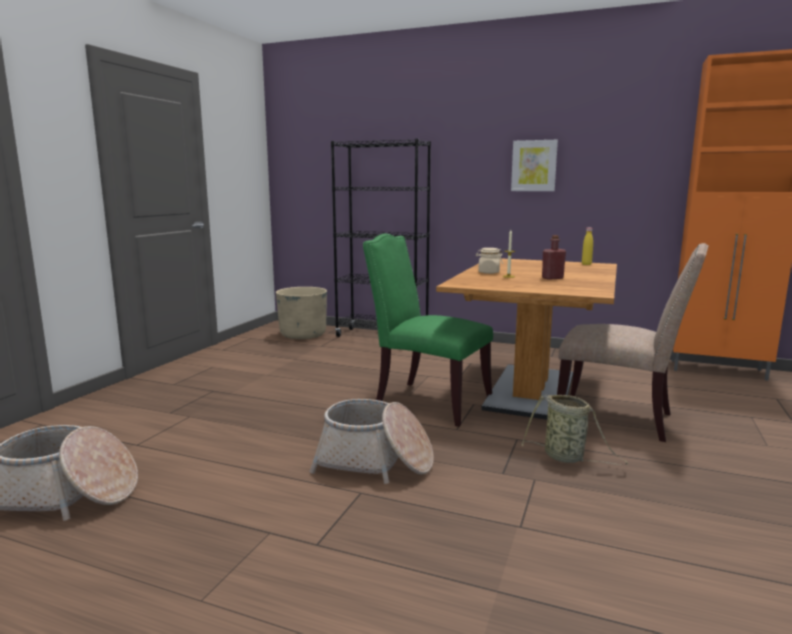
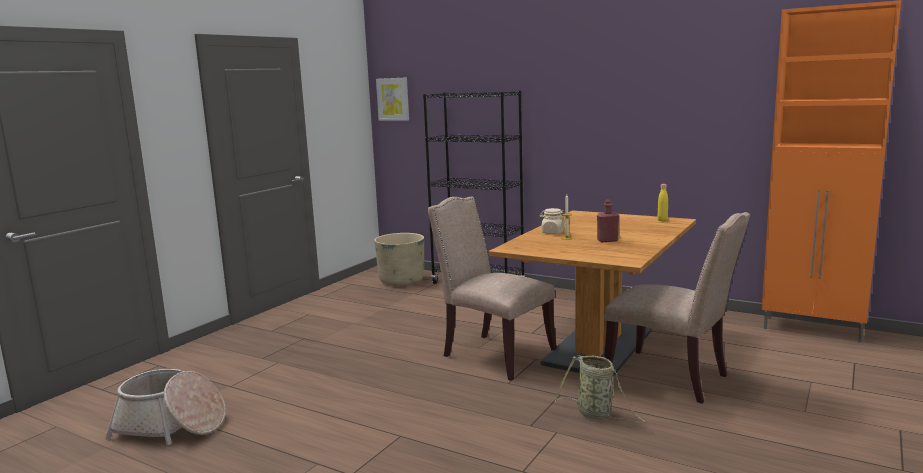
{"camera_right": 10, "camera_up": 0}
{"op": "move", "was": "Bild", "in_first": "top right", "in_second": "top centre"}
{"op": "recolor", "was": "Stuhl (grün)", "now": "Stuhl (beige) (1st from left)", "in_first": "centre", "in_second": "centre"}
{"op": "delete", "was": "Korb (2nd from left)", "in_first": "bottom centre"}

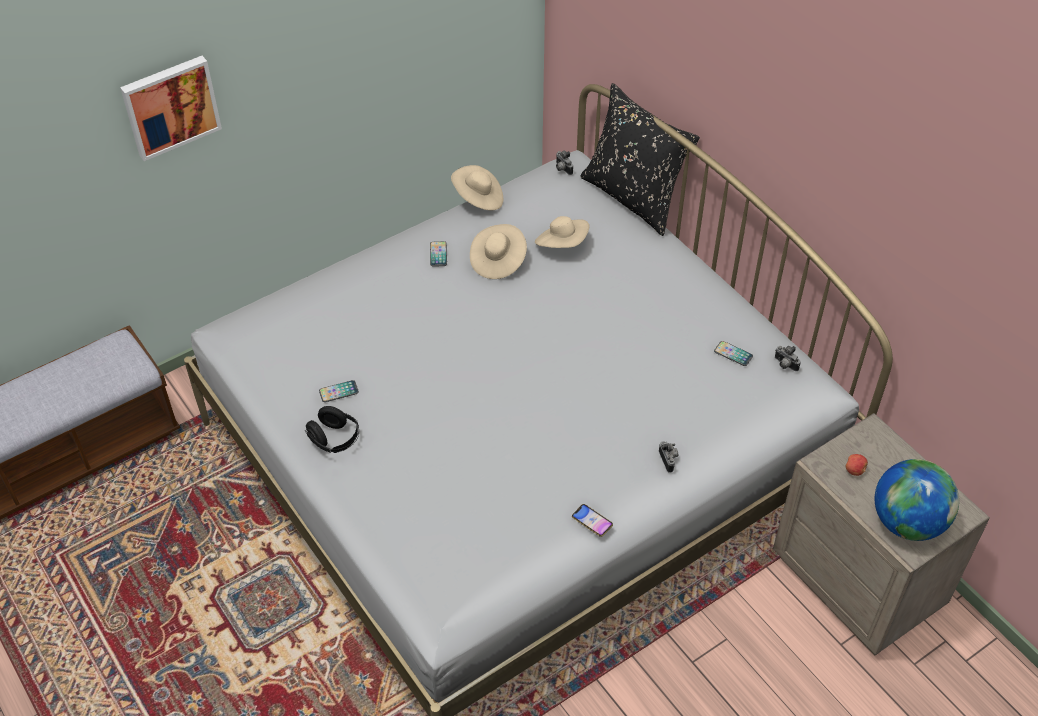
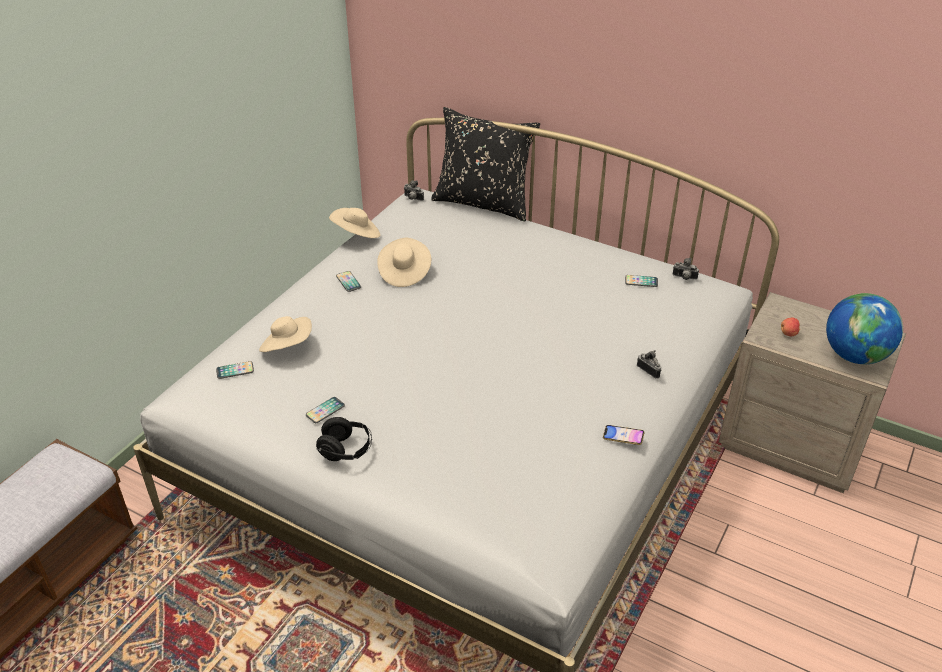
{"camera_right": -25, "camera_up": -10}
{"op": "insert", "now": "Handy (1st from left)", "in_second": "middle left"}
{"op": "move", "was": "Hut (beige) (3rd from left in the first image)", "now": "Hut (beige) (1st from left)", "in_first": "top centre", "in_second": "middle left"}
{"op": "delete", "was": "Bild", "in_first": "top left"}

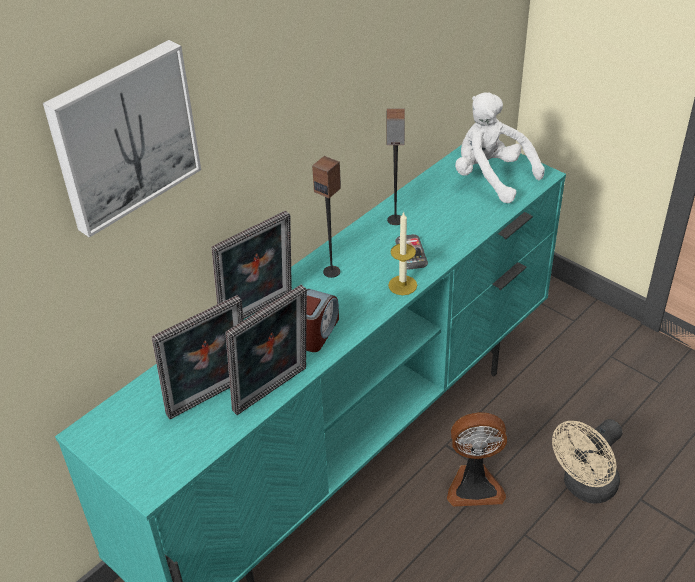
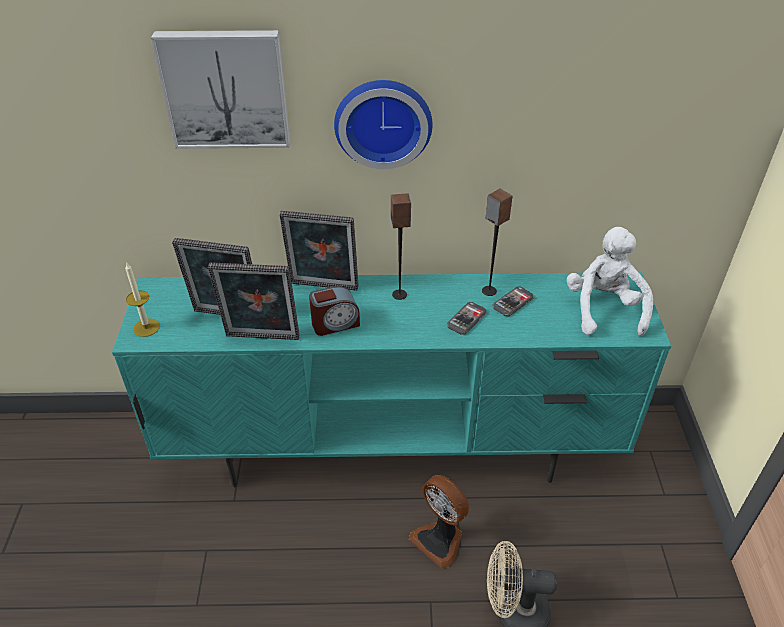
{"camera_right": 45, "camera_up": 0}
{"op": "move", "was": "Kerze", "in_first": "centre", "in_second": "middle left"}
{"op": "insert", "now": "Wanduhr", "in_second": "top centre"}
{"op": "insert", "now": "Handy (2nd from left)", "in_second": "centre"}

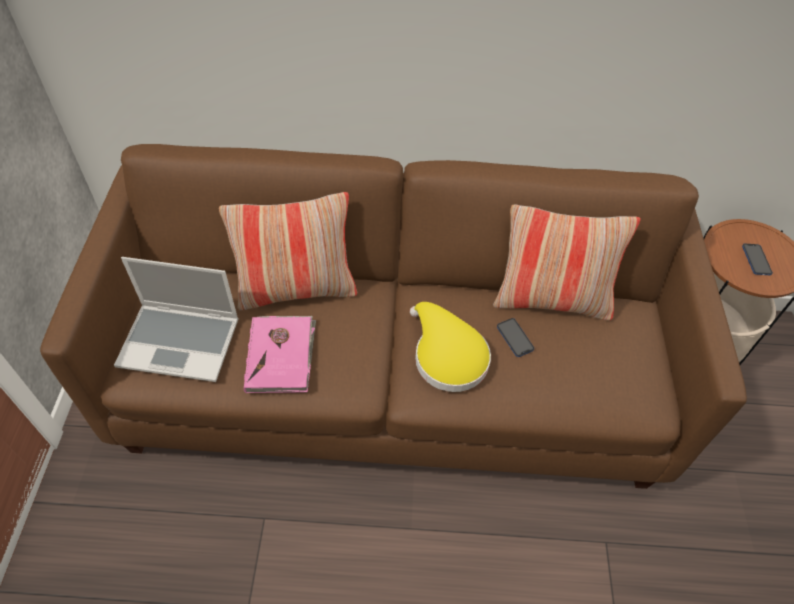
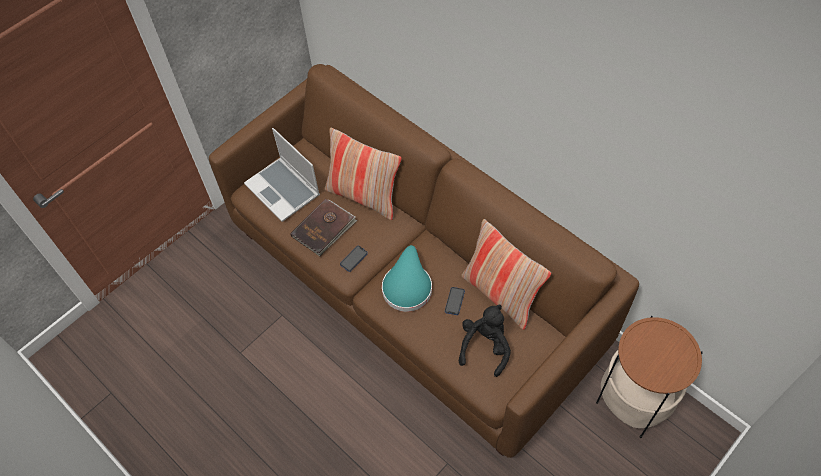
{"camera_right": 45, "camera_up": 5}
{"op": "recolor", "was": "Buch (rosa)", "now": "Buch (braun)", "in_first": "centre", "in_second": "centre"}
{"op": "move", "was": "Handy (2nd from left in the first image)", "now": "Handy (1st from left)", "in_first": "middle right", "in_second": "centre"}
{"op": "recolor", "was": "Hut (gelb)", "now": "Hut (türkis)", "in_first": "centre", "in_second": "centre"}
{"op": "insert", "now": "Plüschtier (schwarz)", "in_second": "bottom centre"}

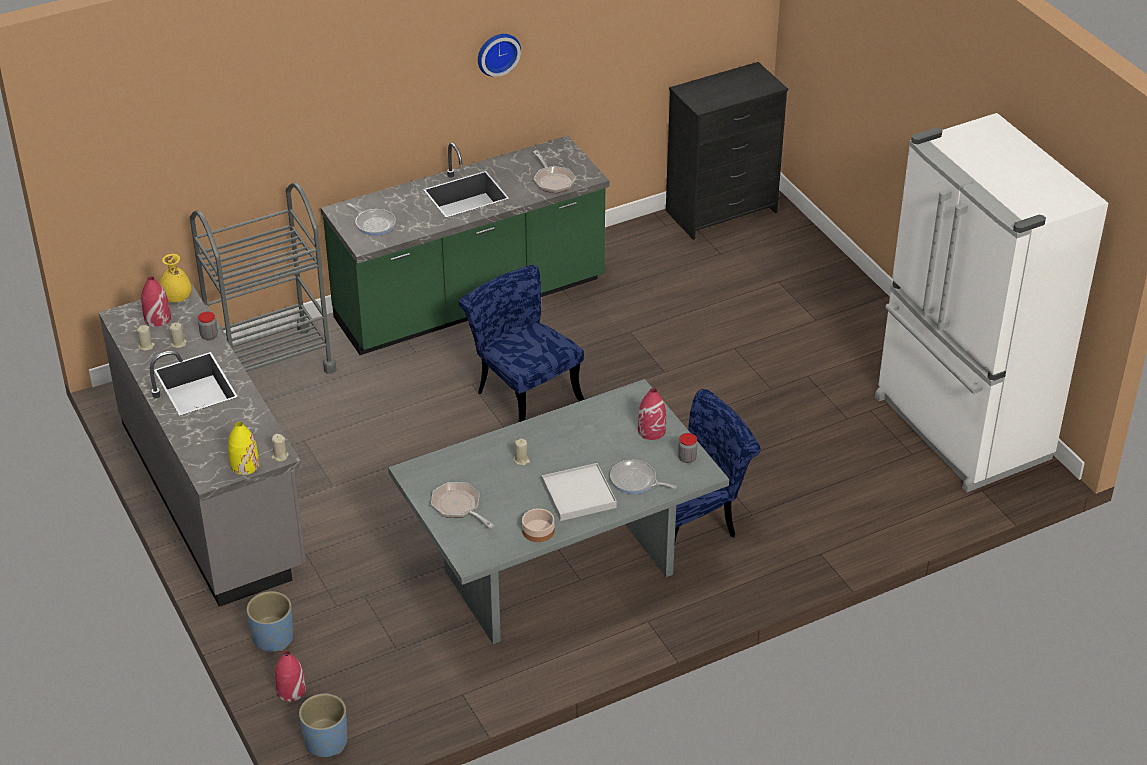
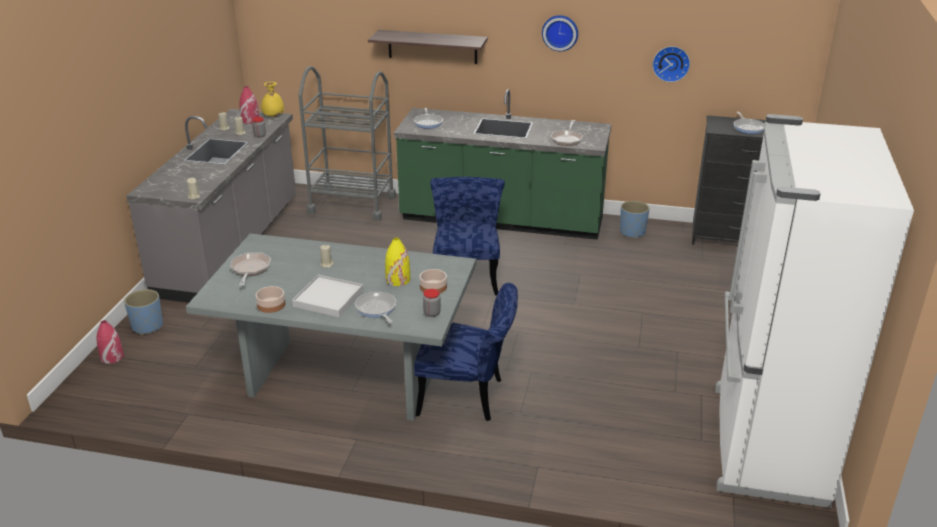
{"camera_right": 40, "camera_up": -10}
{"op": "insert", "now": "Wandregal", "in_second": "top centre"}
{"op": "move", "was": "Vase (gelb) (2nd from left)", "in_first": "middle left", "in_second": "centre"}
{"op": "replace", "was": "Vase (rot) (3rd from left)", "now": "Schüssel (2nd from left)", "in_first": "centre", "in_second": "centre"}
{"op": "move", "was": "Pflanzkübel (blau) (2nd from left)", "in_first": "bottom left", "in_second": "middle right"}
{"op": "insert", "now": "Wanduhr (2nd from left)", "in_second": "top right"}
{"op": "insert", "now": "Pfanne (5th from left)", "in_second": "top right"}

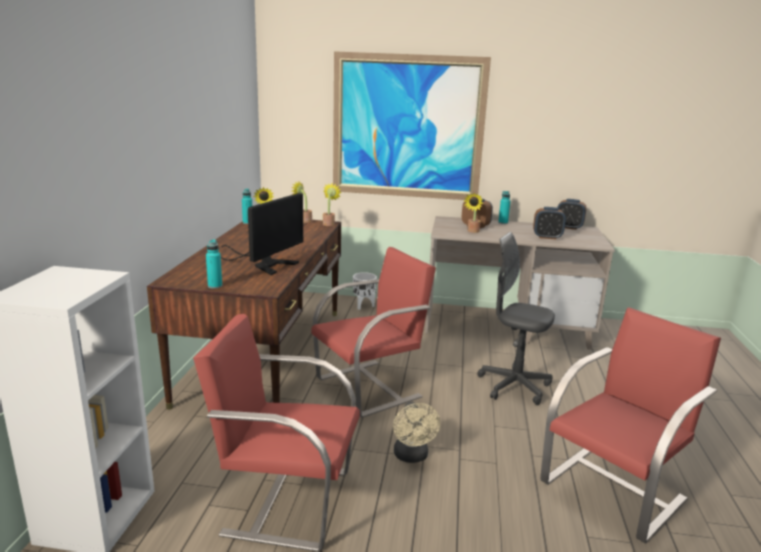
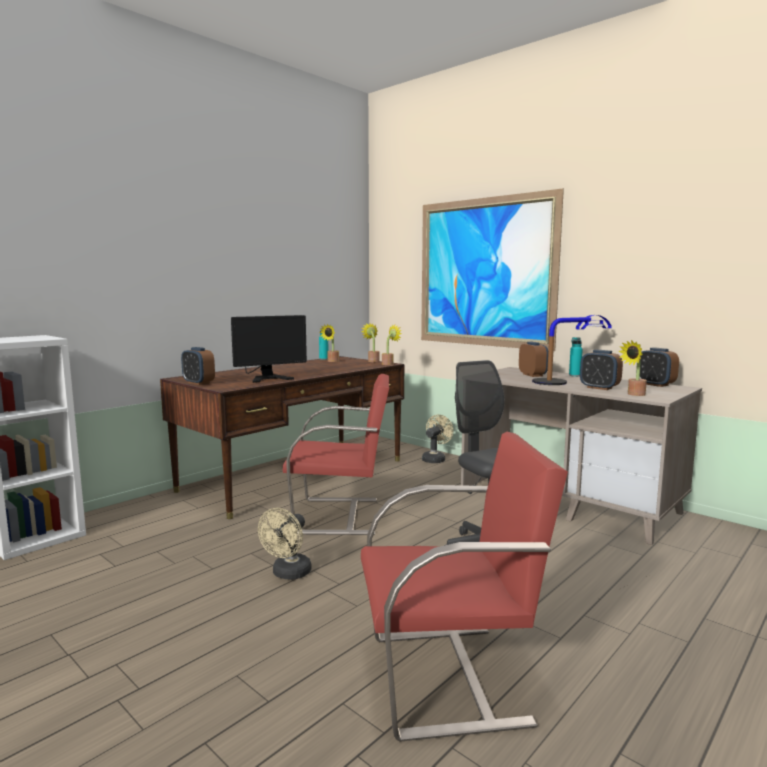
{"camera_right": 35, "camera_up": -10}
{"op": "replace", "was": "Flasche (türkis) (1st from left)", "now": "Wecker (1st from left)", "in_first": "middle left", "in_second": "middle left"}
{"op": "replace", "was": "Pflanzkübel (weiß)", "now": "Ventilator (beige) (2nd from left)", "in_first": "centre", "in_second": "centre"}
{"op": "insert", "now": "Tischlampe", "in_second": "middle right"}
{"op": "move", "was": "Topfpflanze (4th from left)", "in_first": "centre", "in_second": "middle right"}
{"op": "delete", "was": "Stuhl (rot) (1st from left)", "in_first": "bottom centre"}

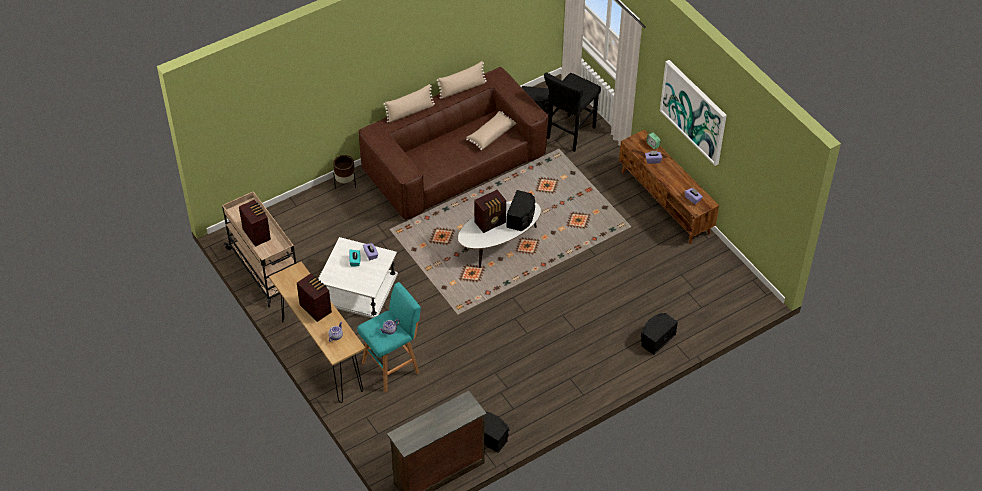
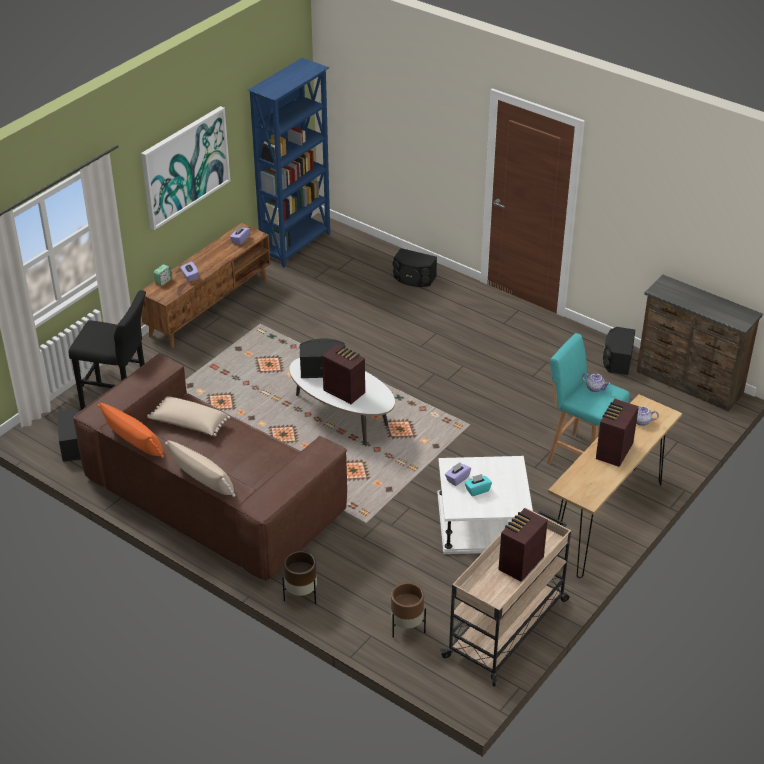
{"camera_right": -110, "camera_up": -10}
{"op": "recolor", "was": "Kissen (beige) (2nd from left)", "now": "Kissen (orange)", "in_first": "top centre", "in_second": "middle left"}
{"op": "insert", "now": "Bücherregal (blau)", "in_second": "top centre"}
{"op": "insert", "now": "Pflanzkübel (braun) (2nd from left)", "in_second": "bottom centre"}

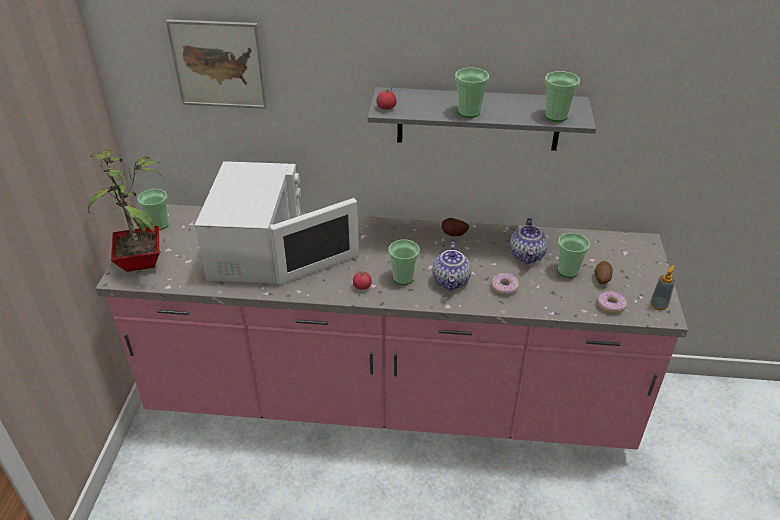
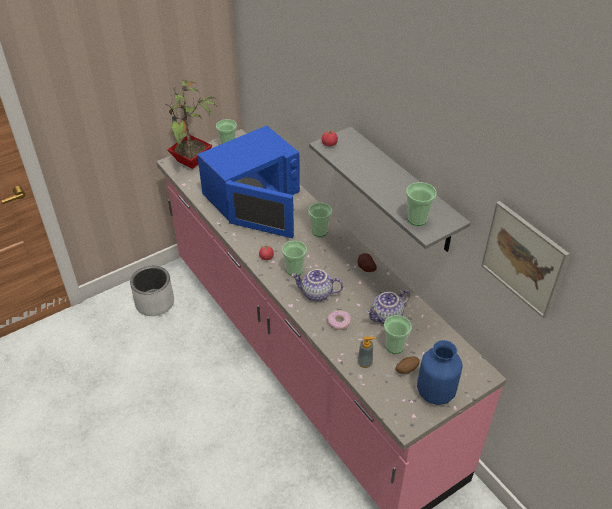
{"camera_right": 50, "camera_up": 5}
{"op": "insert", "now": "Pflanzkübel (grau)", "in_second": "middle left"}
{"op": "recolor", "was": "Mikrowelle (weiß)", "now": "Mikrowelle (blau)", "in_first": "centre", "in_second": "centre"}
{"op": "rotate", "was": "Teekanne (1st from left)", "in_first": "centre", "in_second": "centre", "clockwise": 45}
{"op": "move", "was": "Tasse (3rd from left)", "in_first": "top centre", "in_second": "centre"}
{"op": "move", "was": "Seifenspender", "in_first": "middle right", "in_second": "bottom centre"}
{"op": "insert", "now": "Vase (blau)", "in_second": "bottom right"}
{"op": "move", "was": "Bild", "in_first": "top left", "in_second": "middle right"}
{"op": "delete", "was": "Donut (2nd from left)", "in_first": "middle right"}

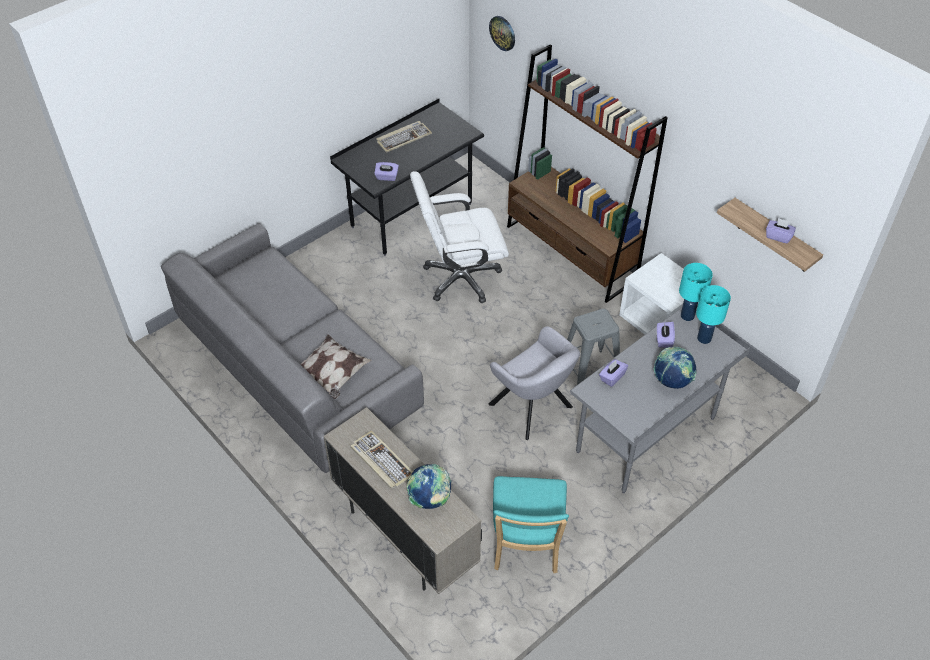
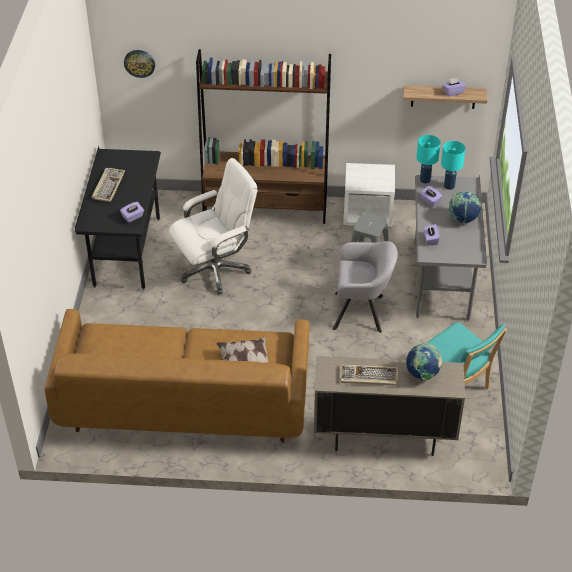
{"camera_right": -45, "camera_up": -5}
{"op": "recolor", "was": "Sofa (grau)", "now": "Sofa (braun)", "in_first": "middle left", "in_second": "middle left"}
{"op": "rotate", "was": "Bürostuhl (weiß)", "in_first": "centre", "in_second": "centre", "clockwise": -150}

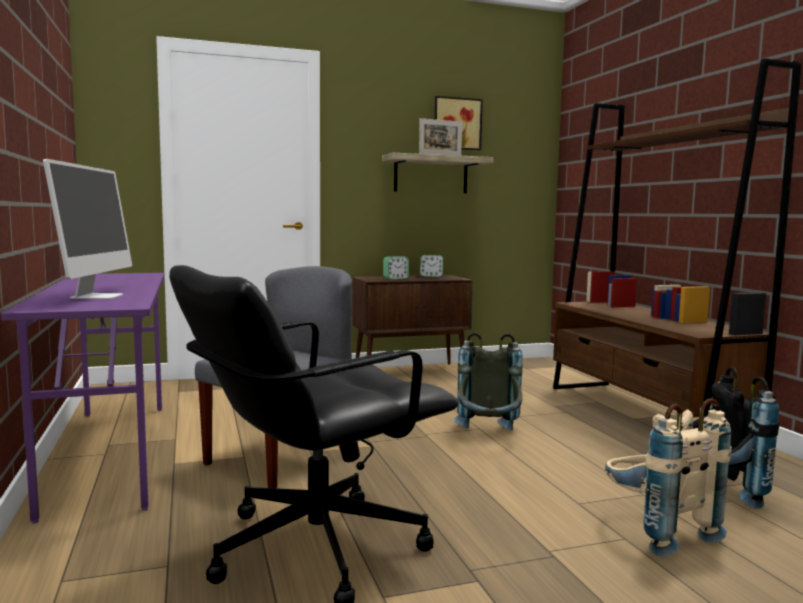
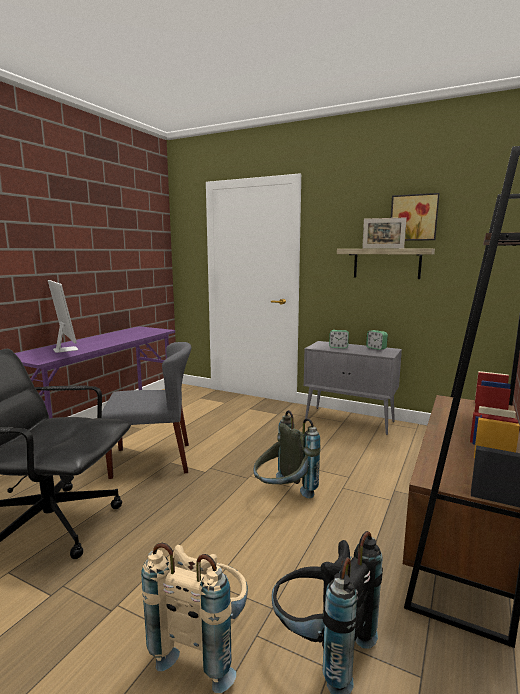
{"camera_right": 45, "camera_up": 5}
{"op": "rotate", "was": "Monitor", "in_first": "middle left", "in_second": "middle left", "clockwise": -75}
{"op": "recolor", "was": "Schrank (braun)", "now": "Schrank (grau)", "in_first": "centre", "in_second": "middle right"}

